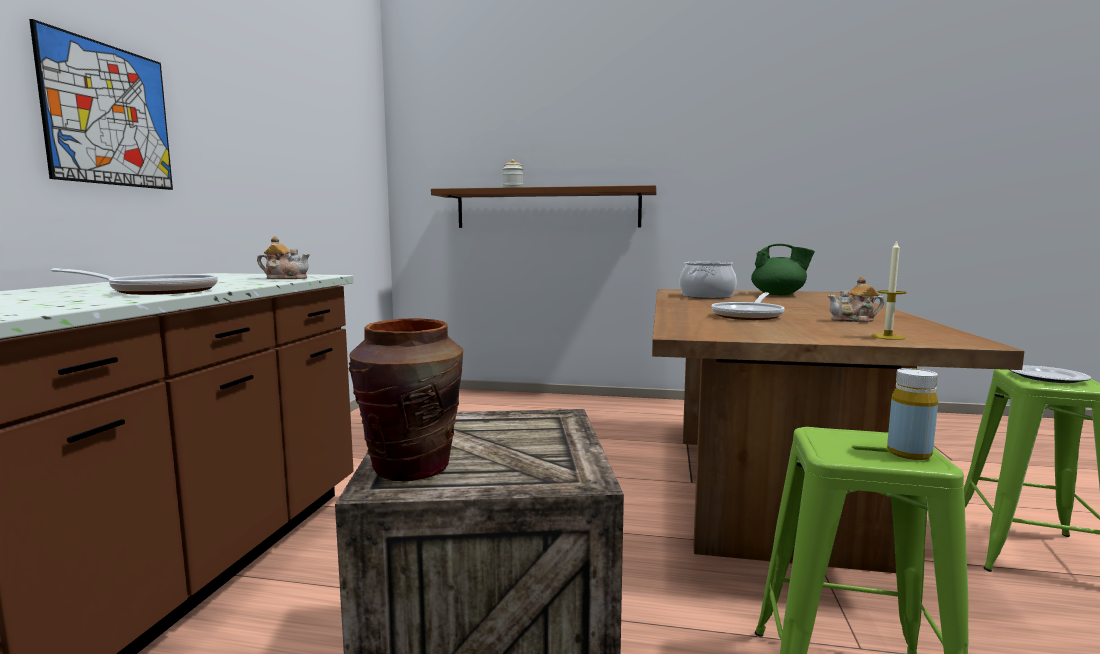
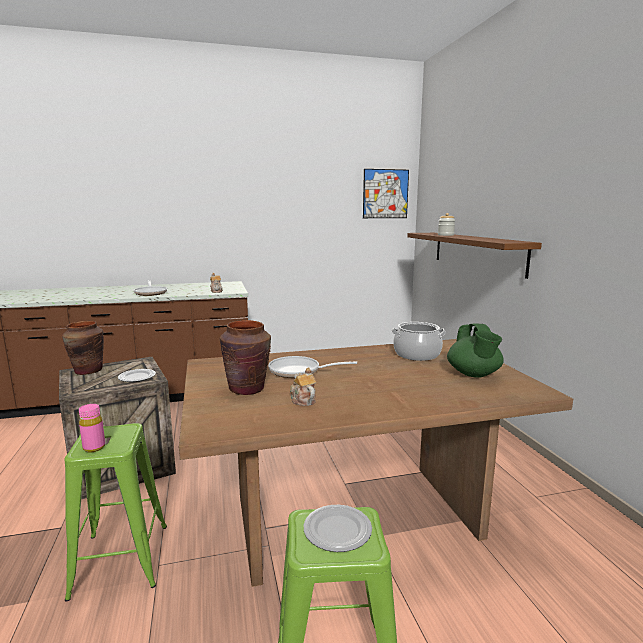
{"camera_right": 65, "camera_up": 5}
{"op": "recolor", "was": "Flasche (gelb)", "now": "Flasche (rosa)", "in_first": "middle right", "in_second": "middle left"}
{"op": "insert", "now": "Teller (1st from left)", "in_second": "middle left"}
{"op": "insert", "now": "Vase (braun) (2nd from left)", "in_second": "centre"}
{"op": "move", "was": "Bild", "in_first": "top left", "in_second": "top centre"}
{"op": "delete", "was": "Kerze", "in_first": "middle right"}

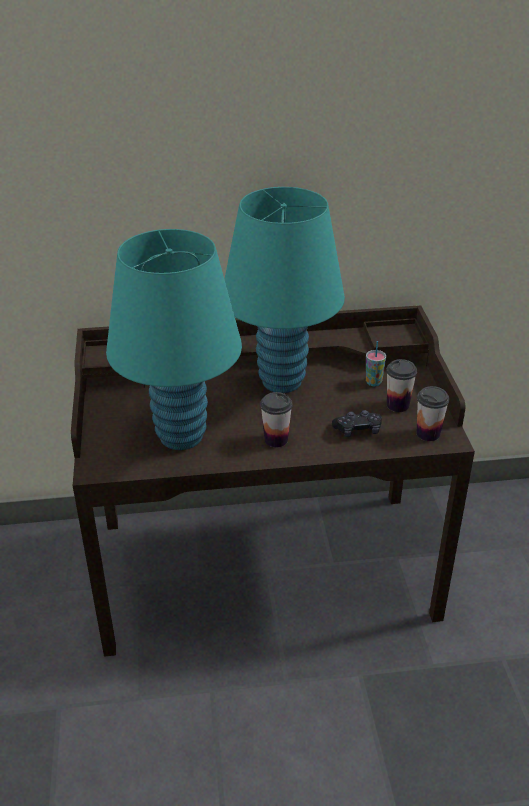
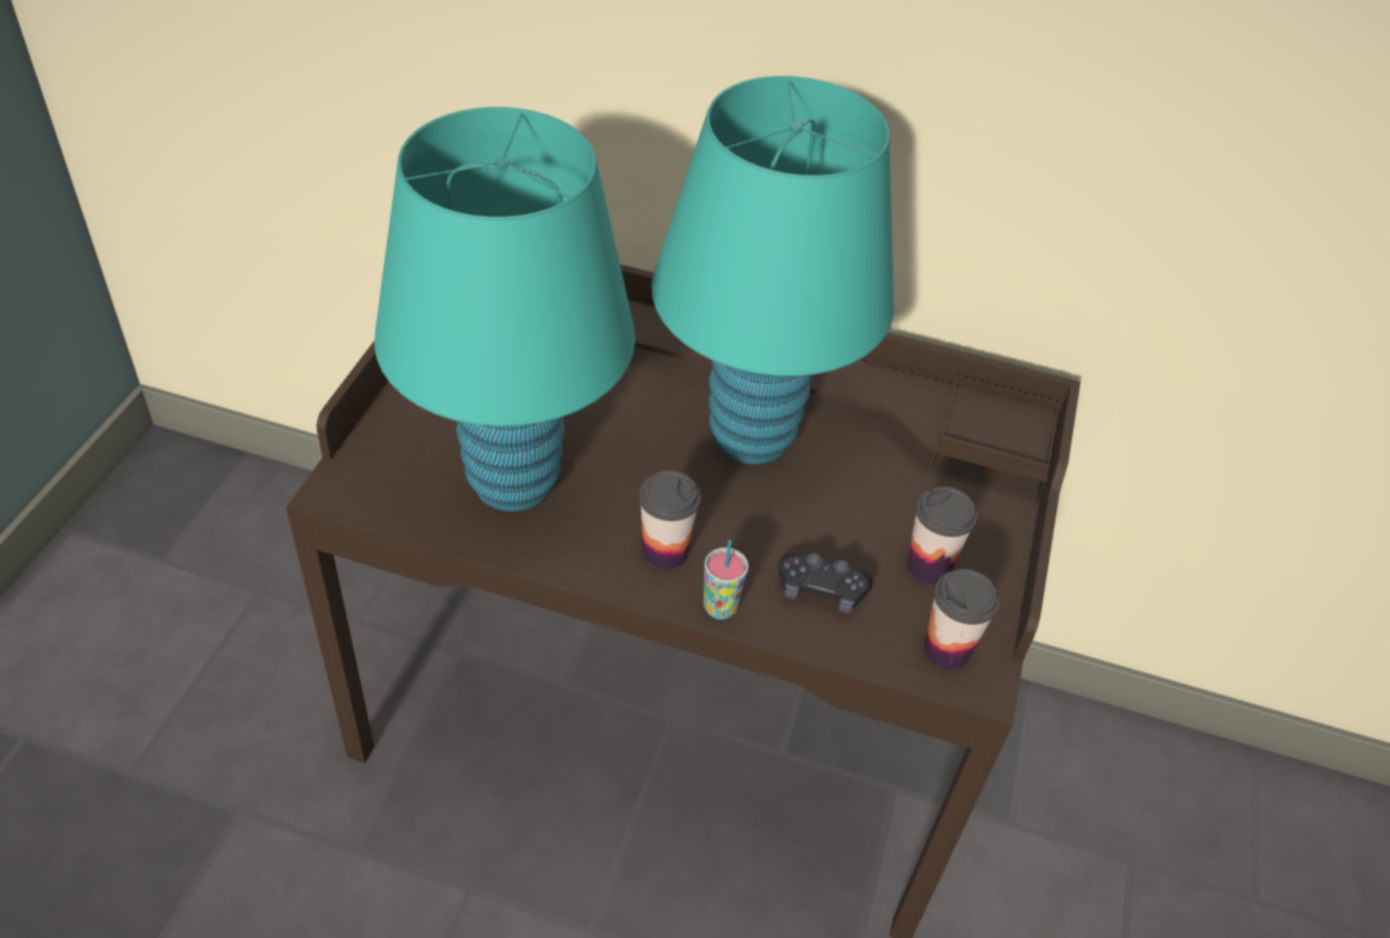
{"camera_right": 20, "camera_up": 10}
{"op": "move", "was": "Tasse (2nd from left)", "in_first": "middle right", "in_second": "centre"}

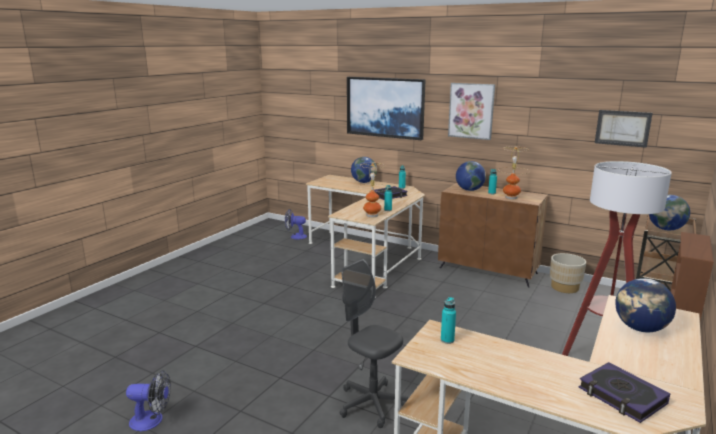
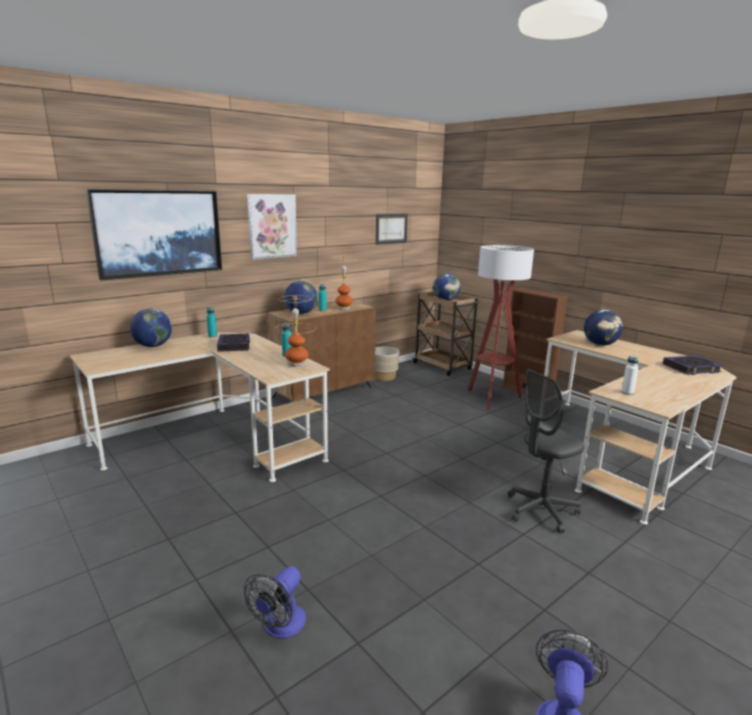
{"camera_right": -70, "camera_up": 0}
{"op": "move", "was": "Ventilator (2nd from left in the first image)", "now": "Ventilator (1st from left)", "in_first": "centre", "in_second": "bottom centre"}
{"op": "recolor", "was": "Flasche (türkis) (3rd from left)", "now": "Flasche (weiß)", "in_first": "bottom centre", "in_second": "middle right"}

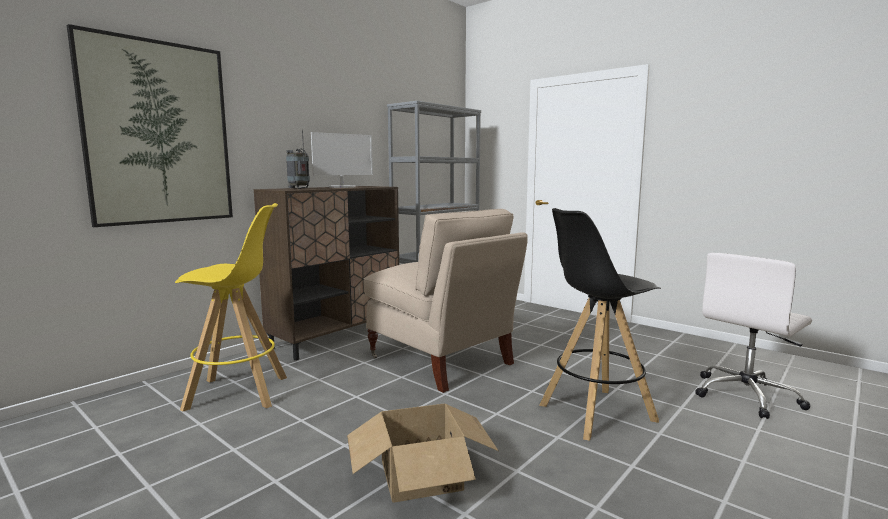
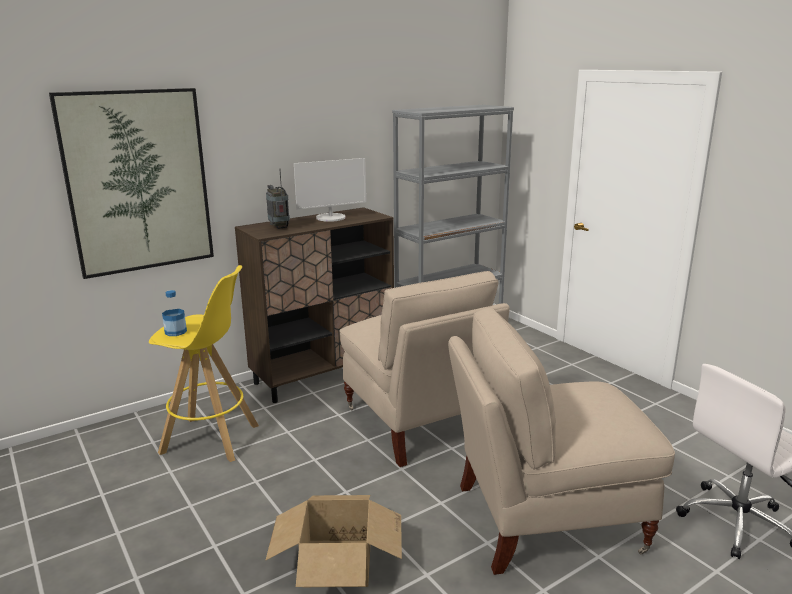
{"camera_right": 15, "camera_up": 10}
{"op": "insert", "now": "Flasche", "in_second": "middle left"}
{"op": "replace", "was": "Hocker (schwarz)", "now": "Stuhl (beige) (2nd from left)", "in_first": "middle right", "in_second": "bottom right"}

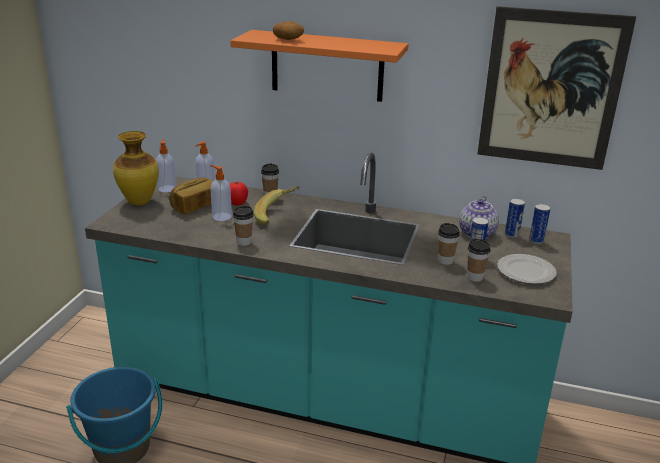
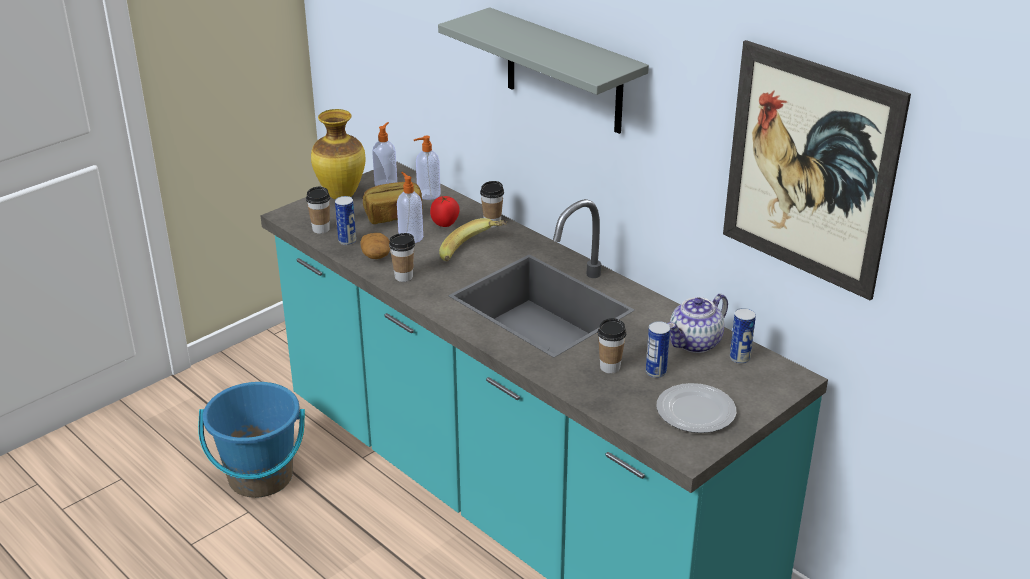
{"camera_right": 30, "camera_up": 5}
{"op": "move", "was": "Tasse (4th from left in the first image)", "now": "Tasse (1st from left)", "in_first": "middle right", "in_second": "middle left"}
{"op": "move", "was": "Dose (3rd from left in the first image)", "now": "Dose (1st from left)", "in_first": "middle right", "in_second": "centre"}
{"op": "move", "was": "Kartoffel", "in_first": "top centre", "in_second": "centre"}
{"op": "recolor", "was": "Wandregal (orange)", "now": "Wandregal (grau)", "in_first": "top centre", "in_second": "top centre"}

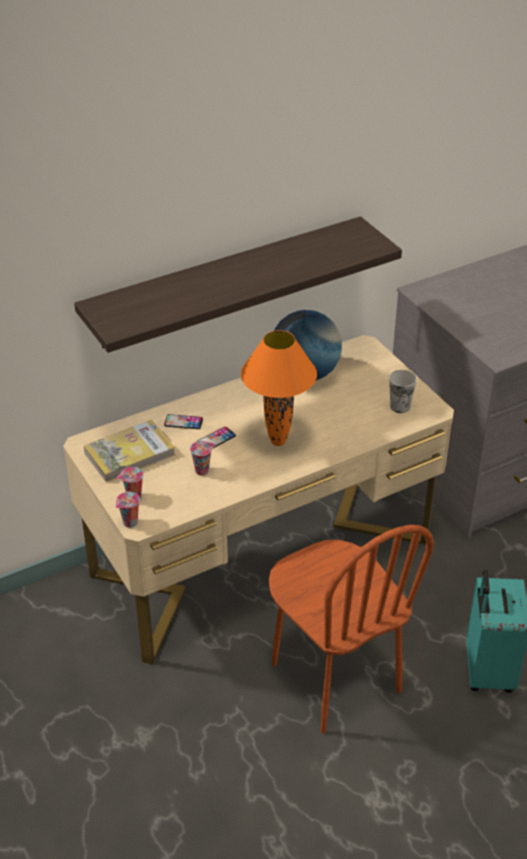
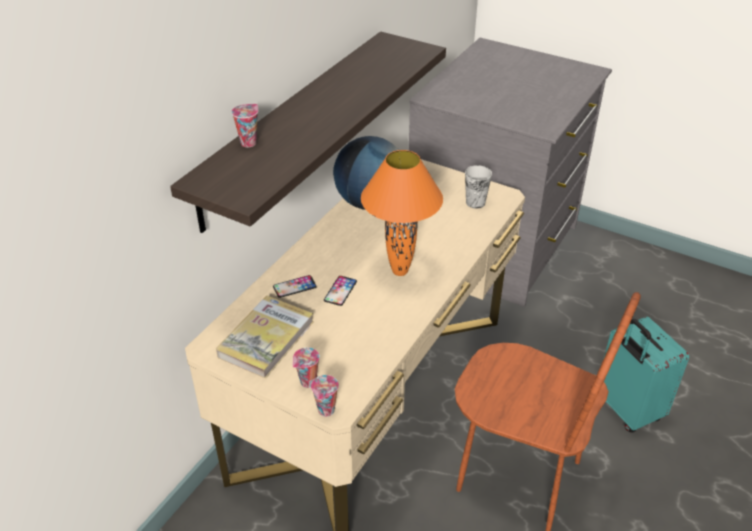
{"camera_right": -30, "camera_up": 0}
{"op": "move", "was": "Tasse (3rd from left in the first image)", "now": "Tasse (1st from left)", "in_first": "centre", "in_second": "top left"}

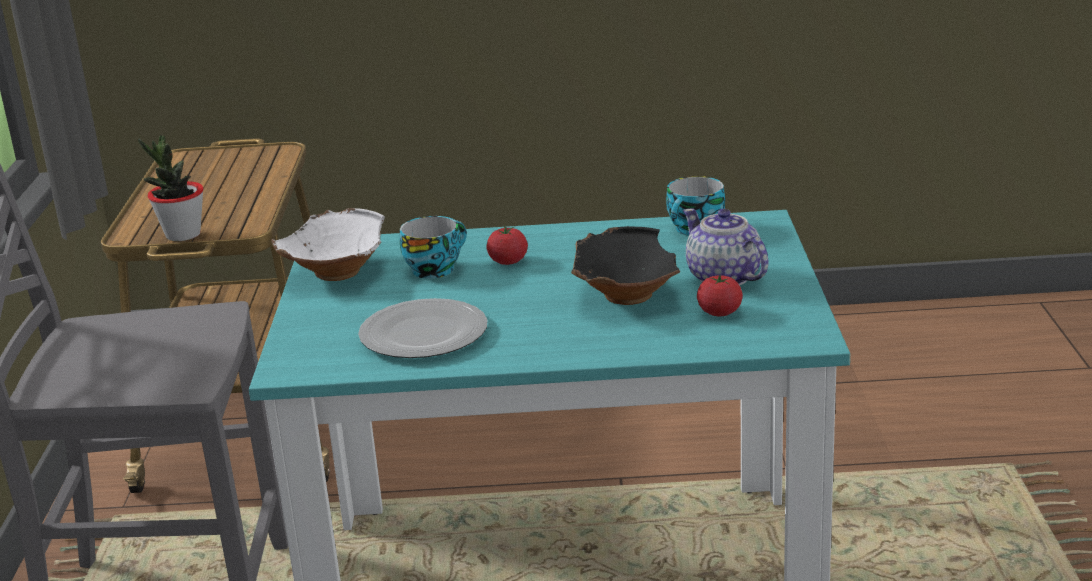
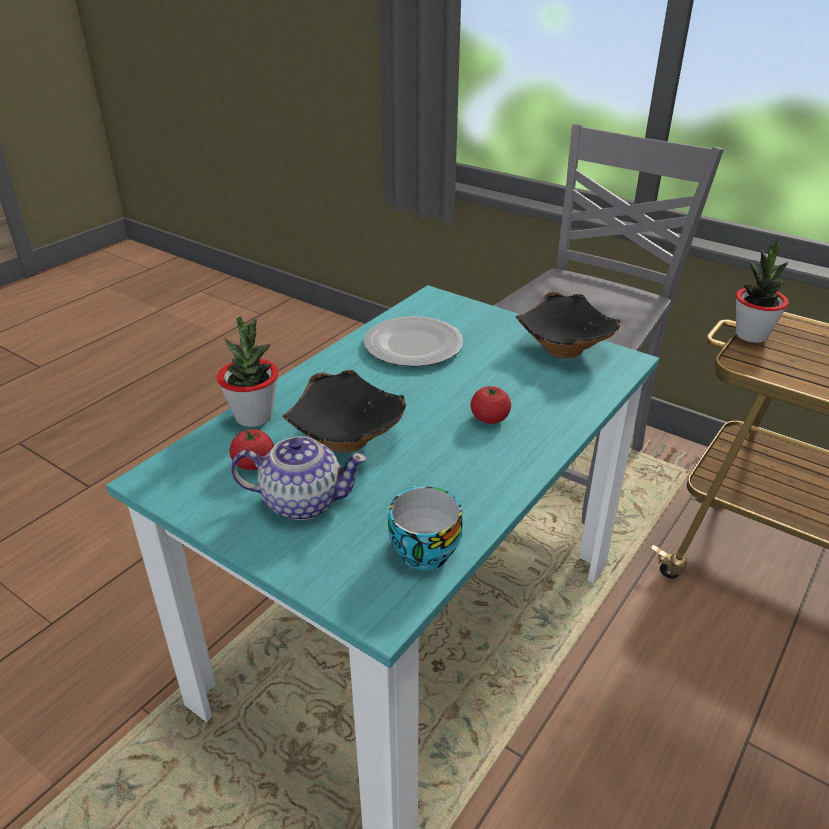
{"camera_right": 125, "camera_up": 10}
{"op": "insert", "now": "Topfpflanze (1st from left)", "in_second": "middle left"}
{"op": "recolor", "was": "Schüssel (weiß)", "now": "Schüssel (schwarz) (2nd from left)", "in_first": "middle left", "in_second": "middle right"}
{"op": "delete", "was": "Tasse (1st from left)", "in_first": "centre"}

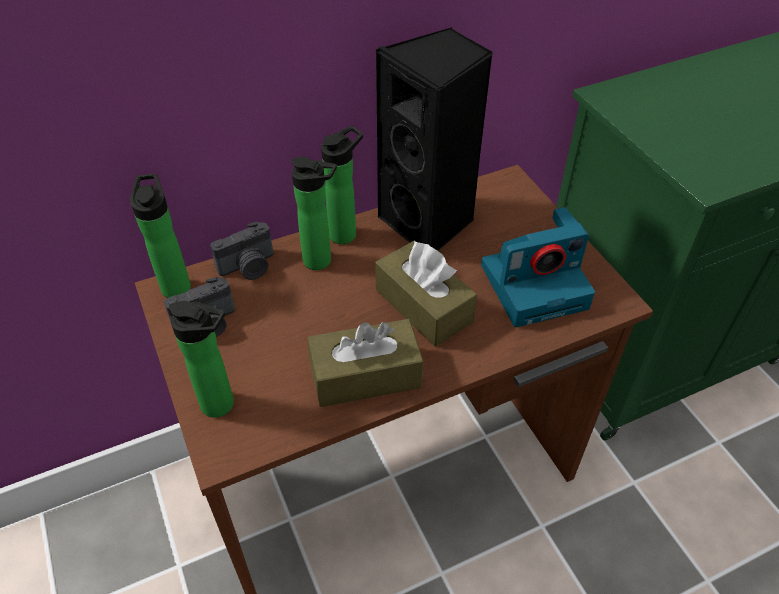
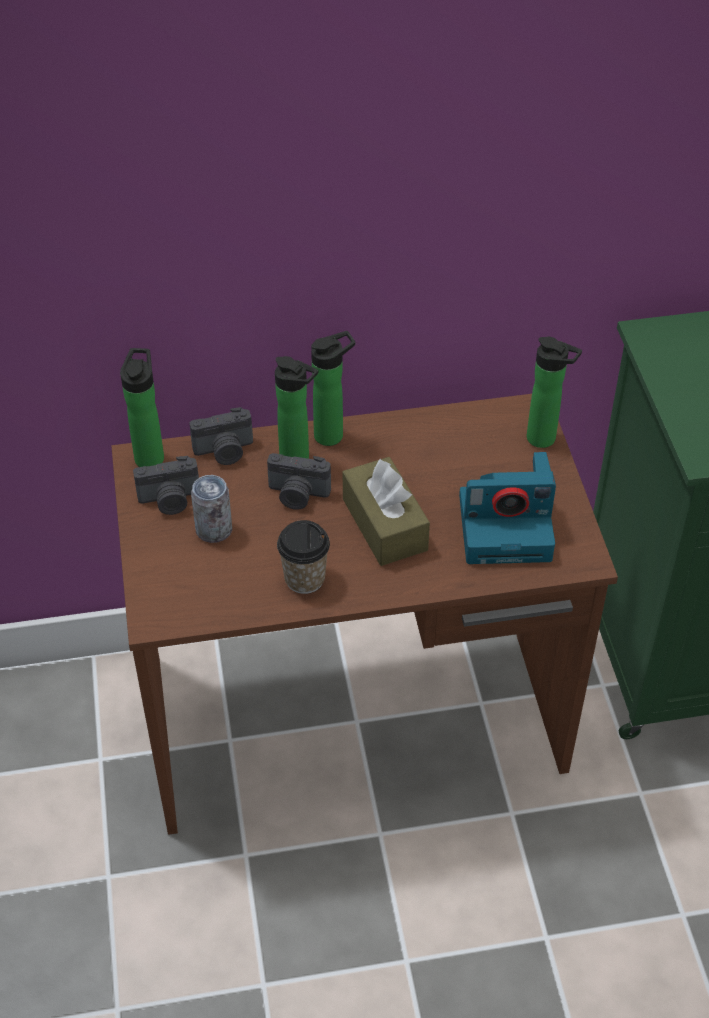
{"camera_right": 15, "camera_up": 0}
{"op": "insert", "now": "Dose", "in_second": "middle left"}
{"op": "insert", "now": "Kamera (3rd from left)", "in_second": "centre"}
{"op": "replace", "was": "Taschentuchbox (braun) (1st from left)", "now": "Tasse", "in_first": "centre", "in_second": "centre"}
{"op": "move", "was": "Flasche (2nd from left in the first image)", "now": "Flasche (4th from left)", "in_first": "middle left", "in_second": "middle right"}
{"op": "delete", "was": "Lautsprecher (schwarz)", "in_first": "top centre"}

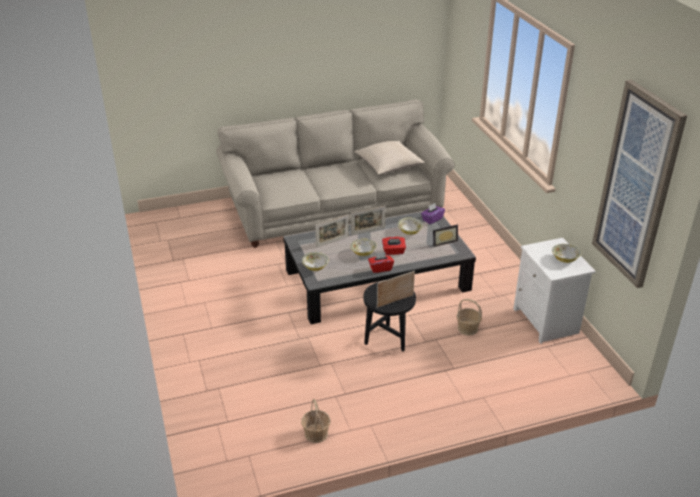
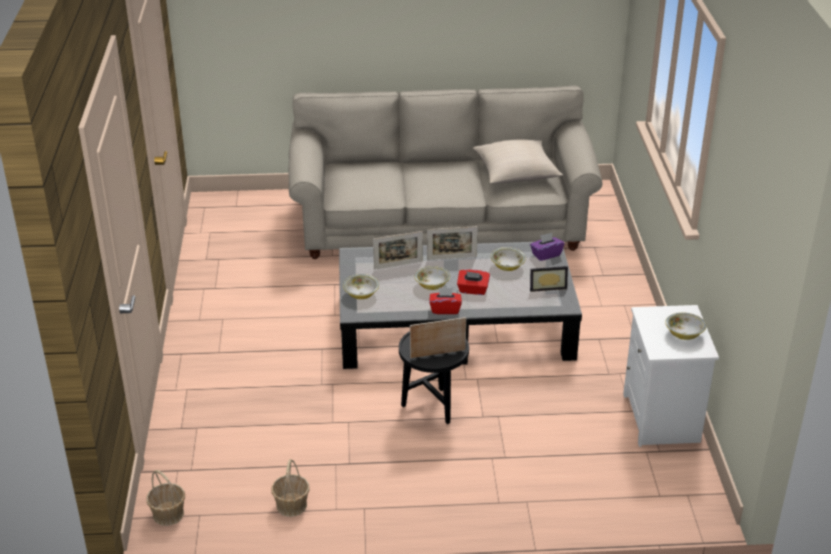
{"camera_right": 15, "camera_up": 0}
{"op": "move", "was": "Korb (2nd from left in the first image)", "now": "Korb (1st from left)", "in_first": "middle right", "in_second": "bottom left"}
{"op": "delete", "was": "Bild", "in_first": "middle right"}

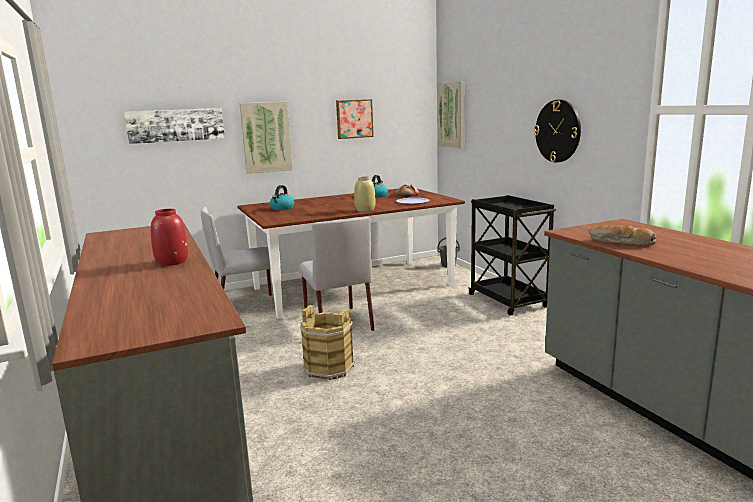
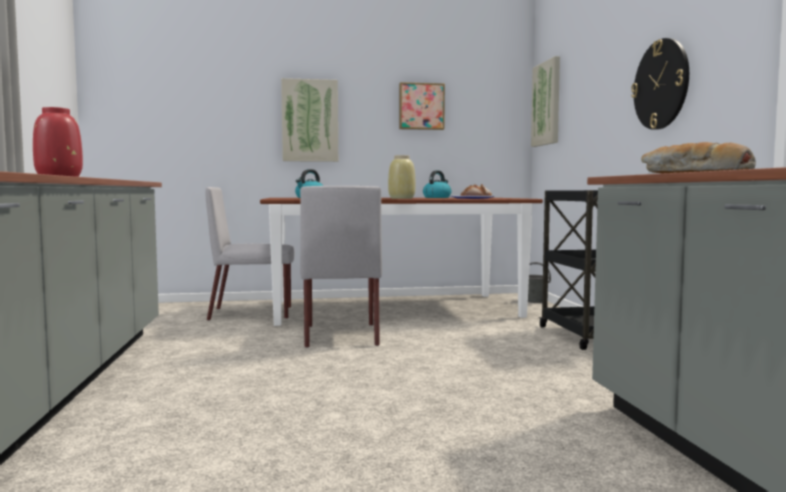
{"camera_right": 15, "camera_up": -10}
{"op": "delete", "was": "Bild (1st from left)", "in_first": "top left"}
{"op": "delete", "was": "Eimer (braun)", "in_first": "bottom centre"}

